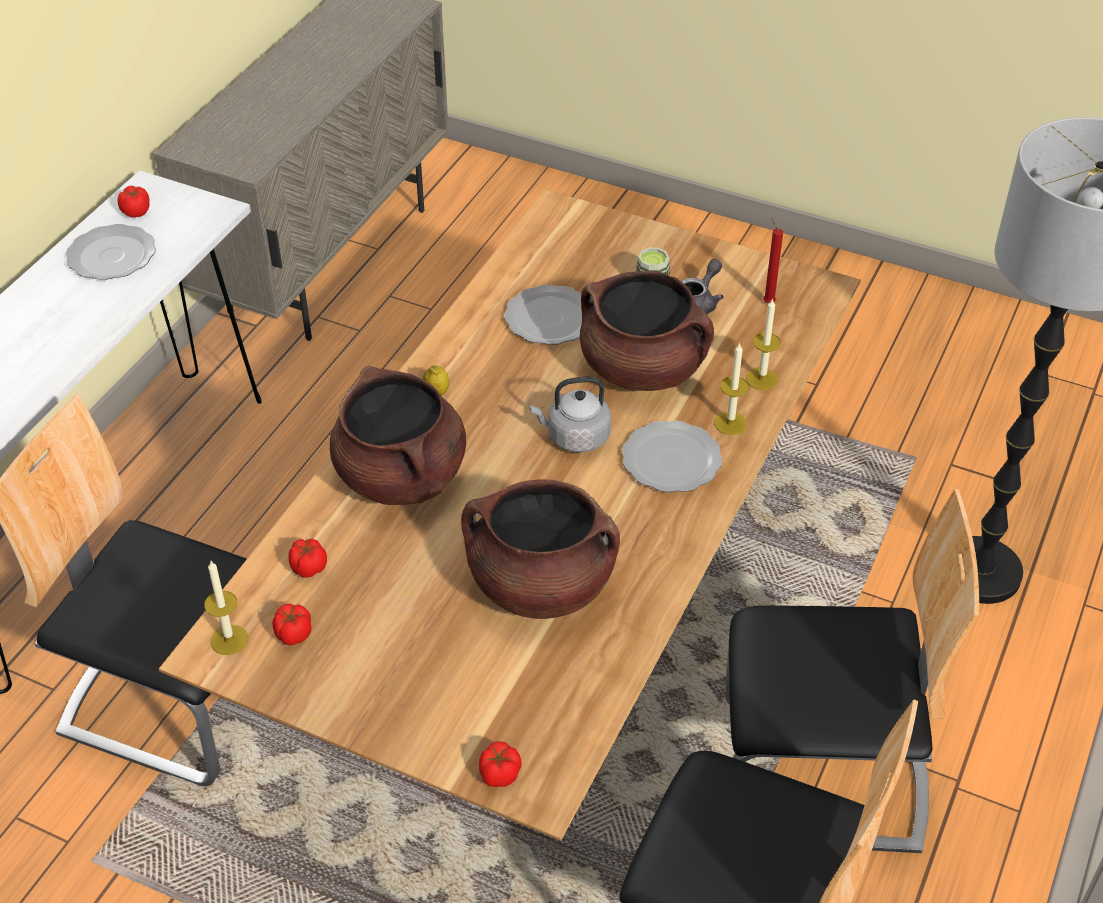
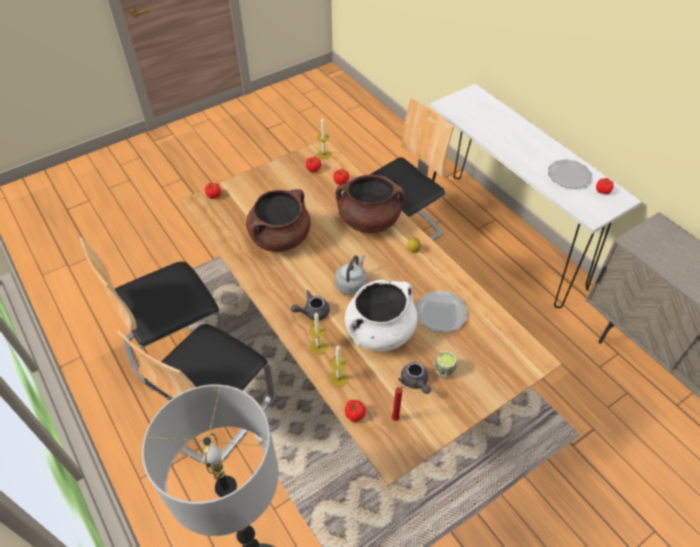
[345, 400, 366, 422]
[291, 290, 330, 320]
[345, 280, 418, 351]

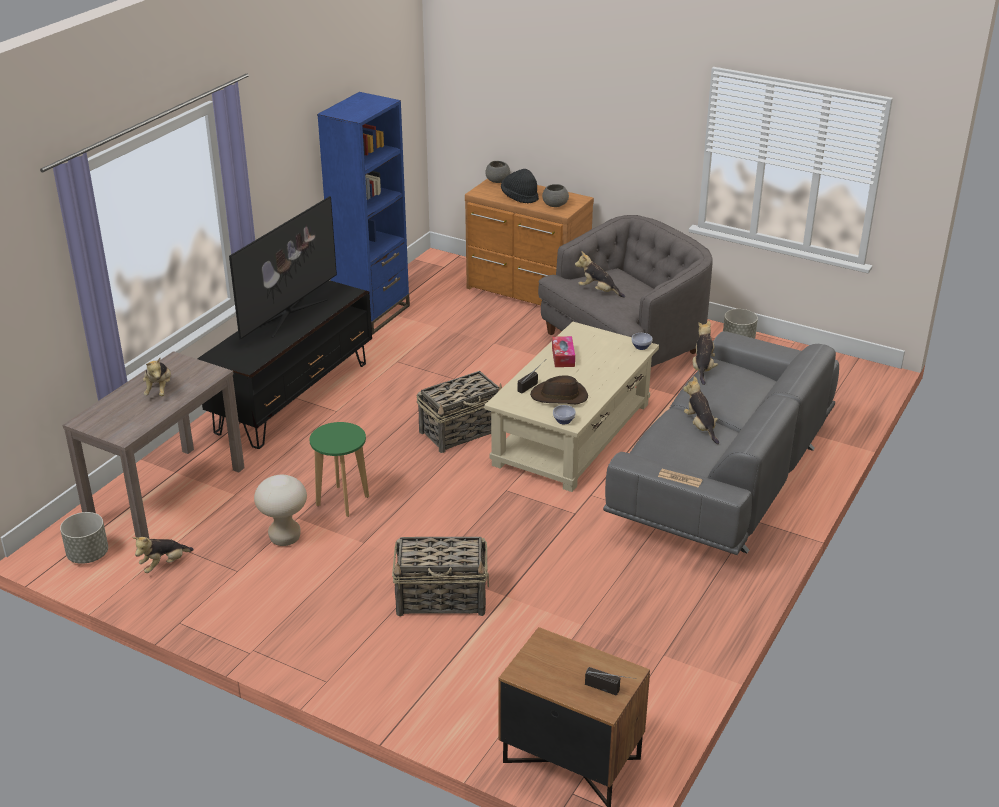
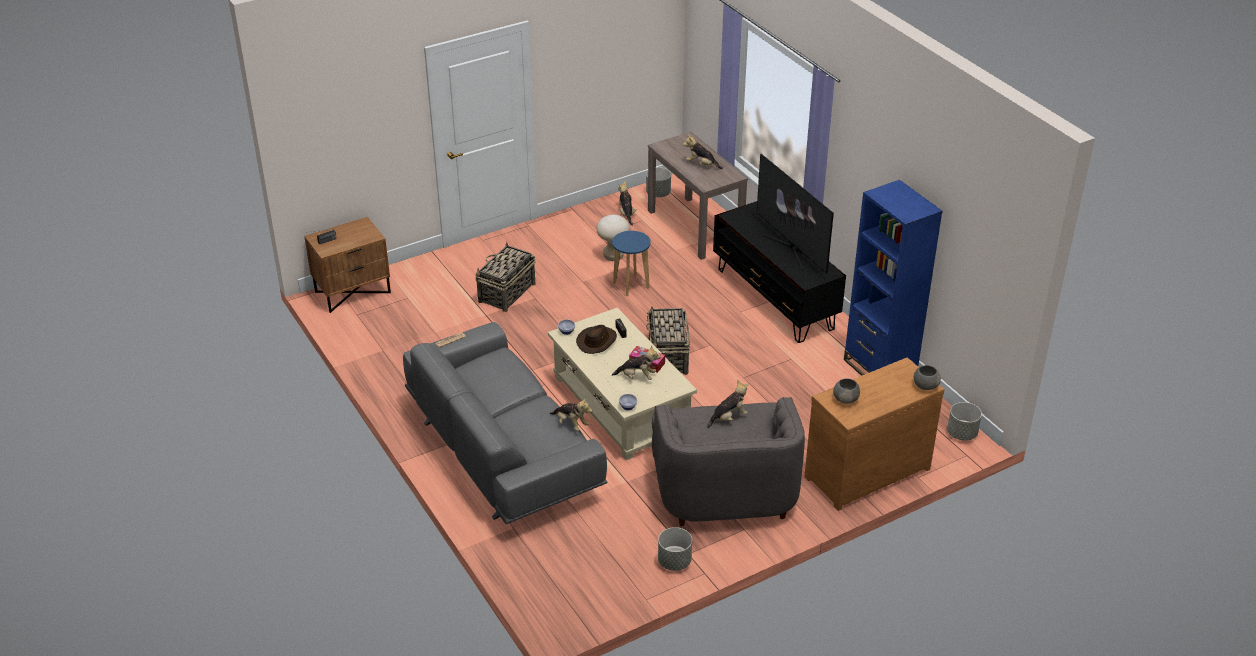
[501, 169, 539, 203] (first image)
[947, 402, 982, 441]
[612, 345, 661, 380]
[612, 231, 651, 296]

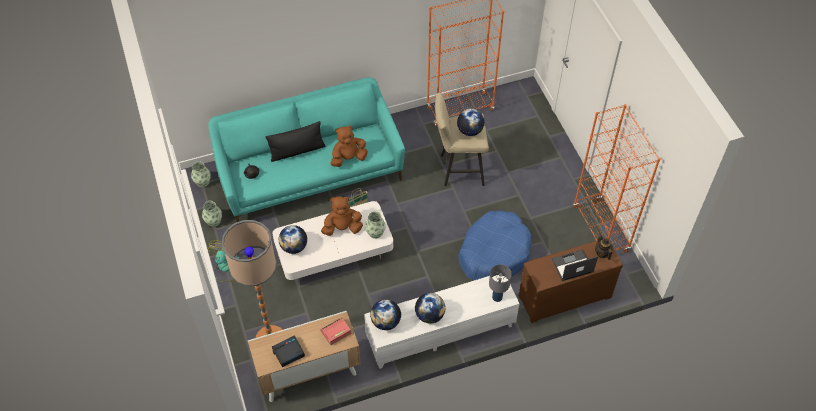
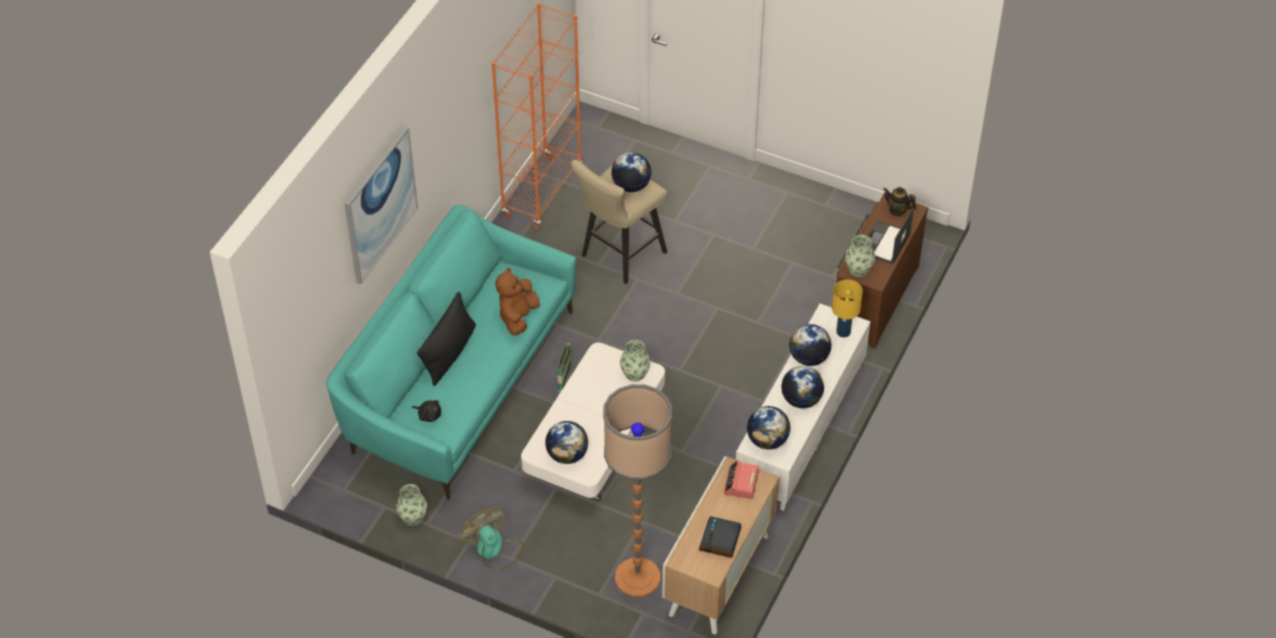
[321, 196, 363, 236] (first image)
[458, 210, 532, 281] (first image)
[573, 104, 660, 252] (first image)
[344, 126, 418, 284]
[789, 324, 832, 366]
[845, 235, 875, 277]
[832, 280, 863, 338]

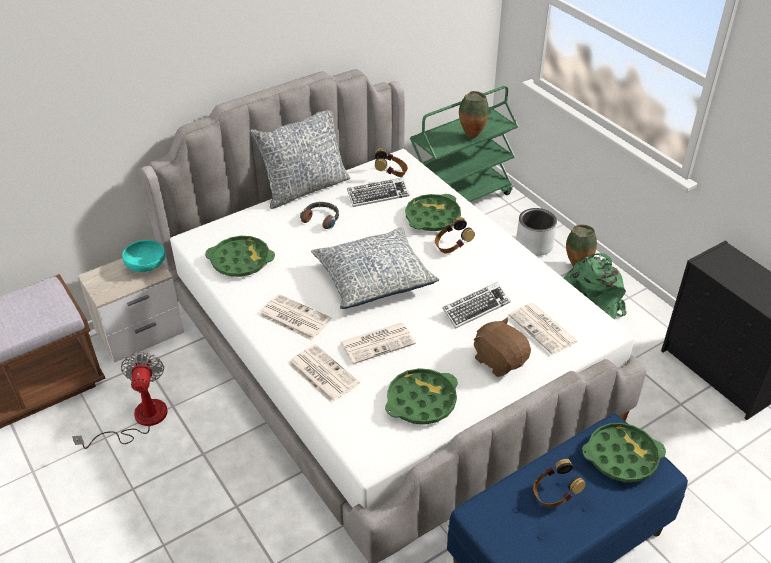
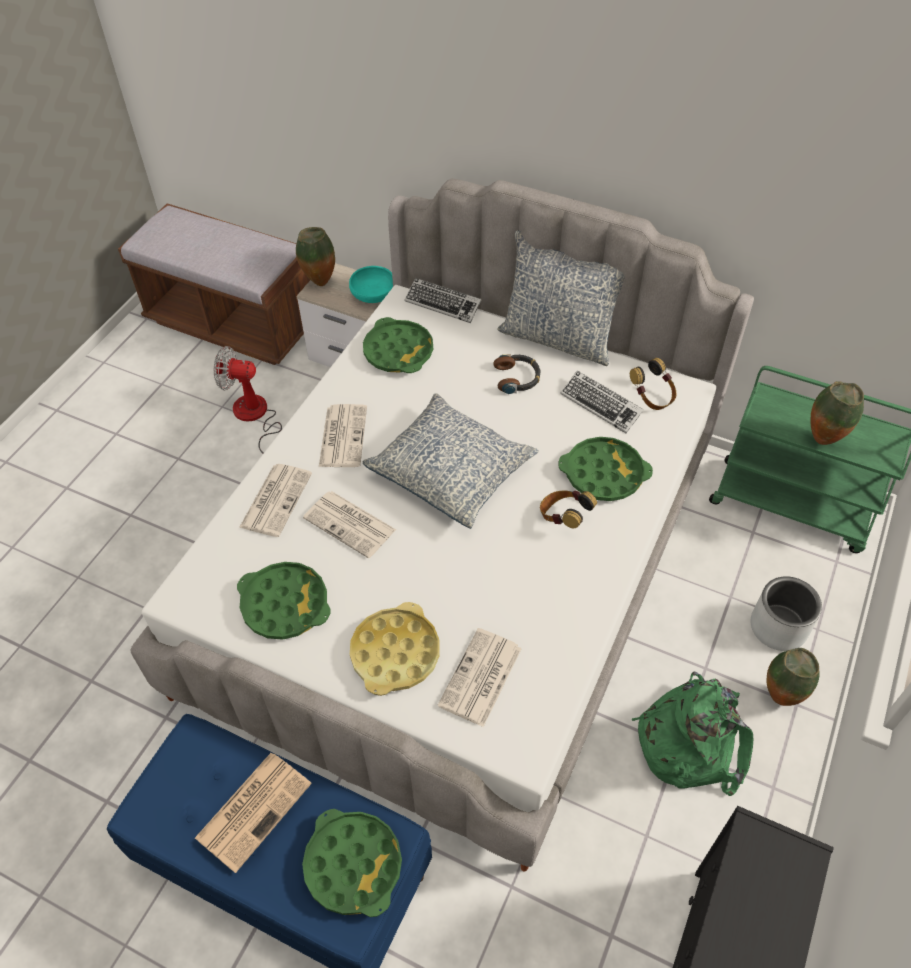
[296, 227, 335, 286]
[404, 278, 481, 323]
[350, 602, 440, 696]
[195, 753, 312, 873]
[214, 346, 282, 453]

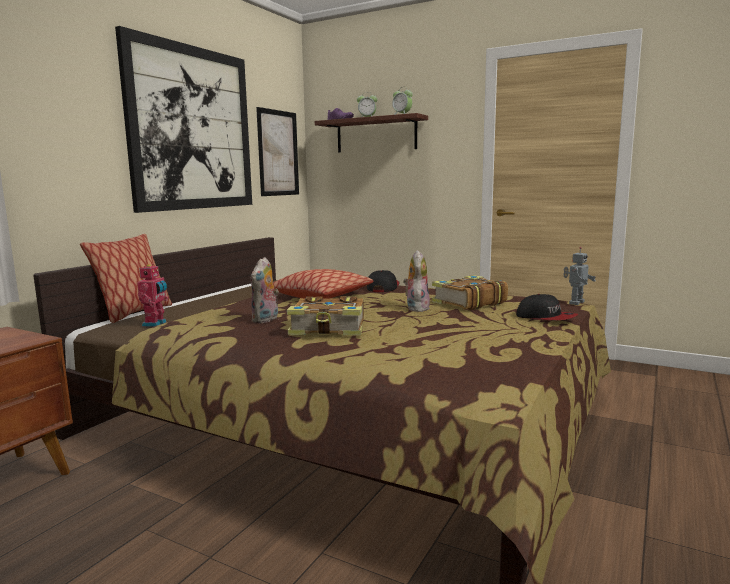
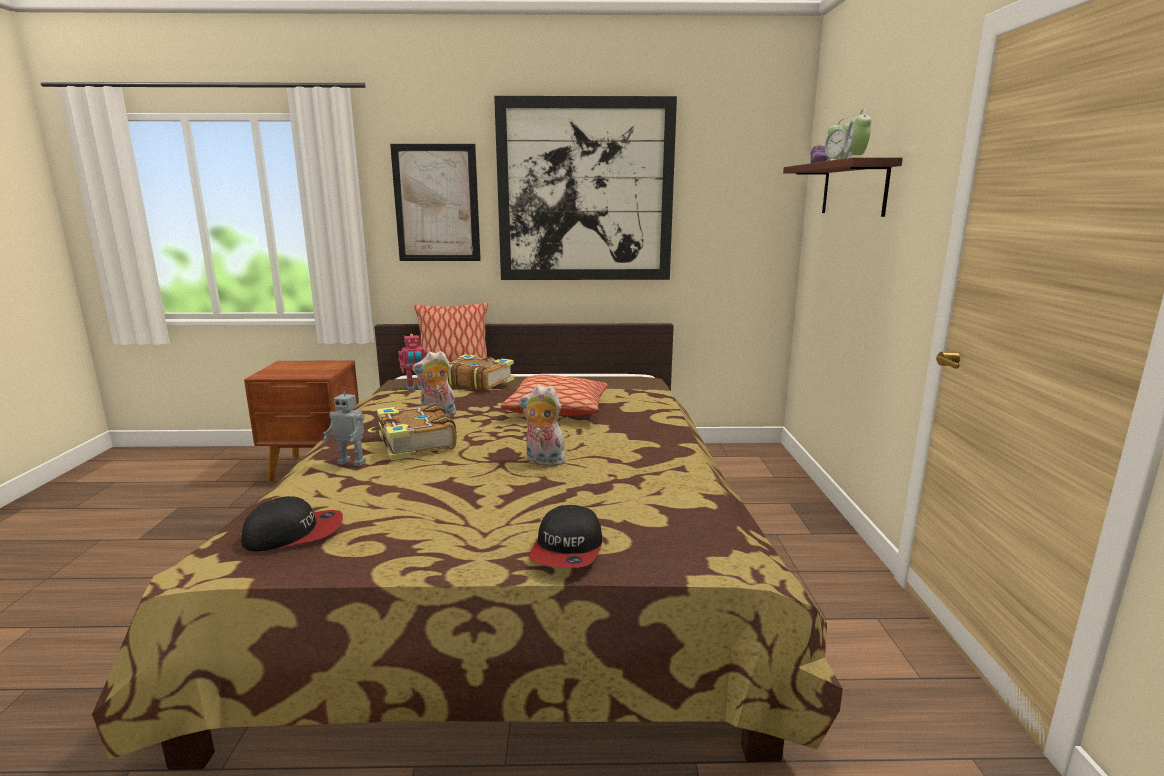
[390, 144, 481, 261]
[241, 496, 343, 551]
[448, 354, 514, 391]
[323, 387, 366, 466]
[520, 385, 566, 466]

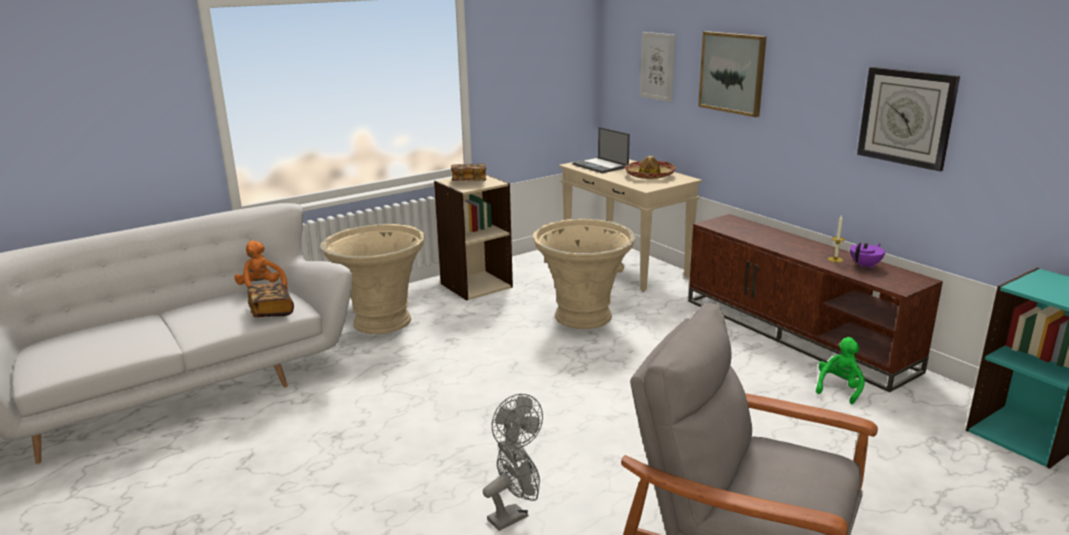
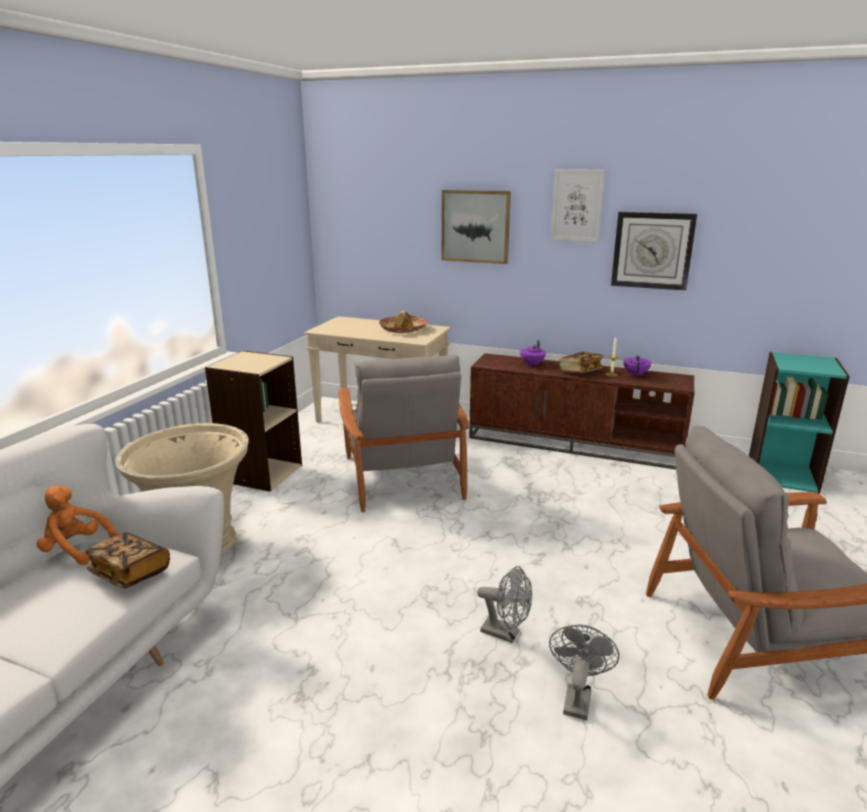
[572, 127, 630, 173] (first image)
[816, 337, 865, 404] (first image)
[520, 340, 546, 366]
[559, 352, 604, 373]
[550, 169, 605, 242]
[339, 355, 469, 512]

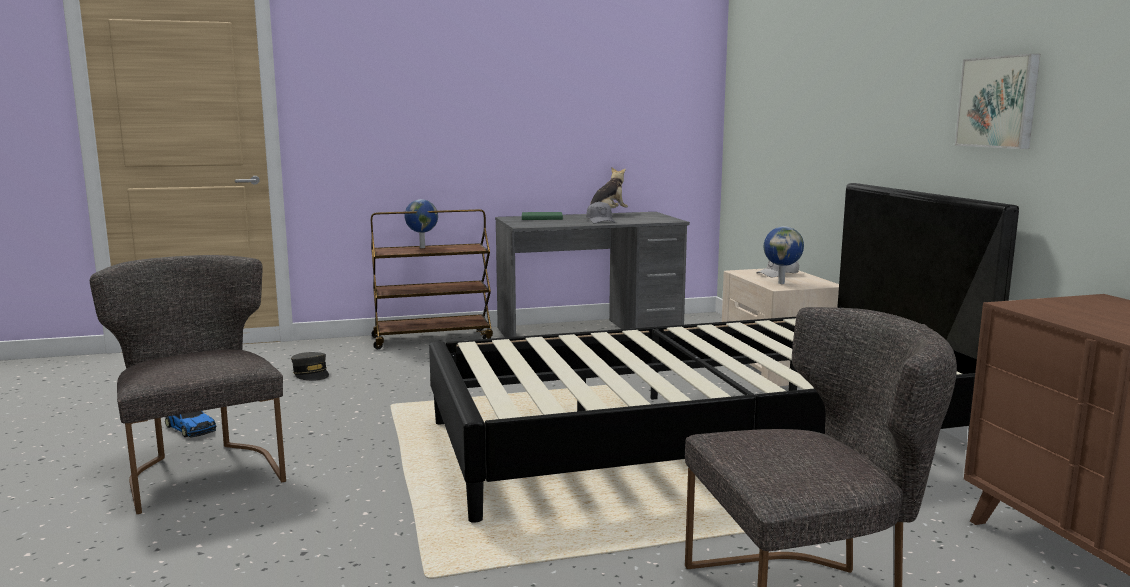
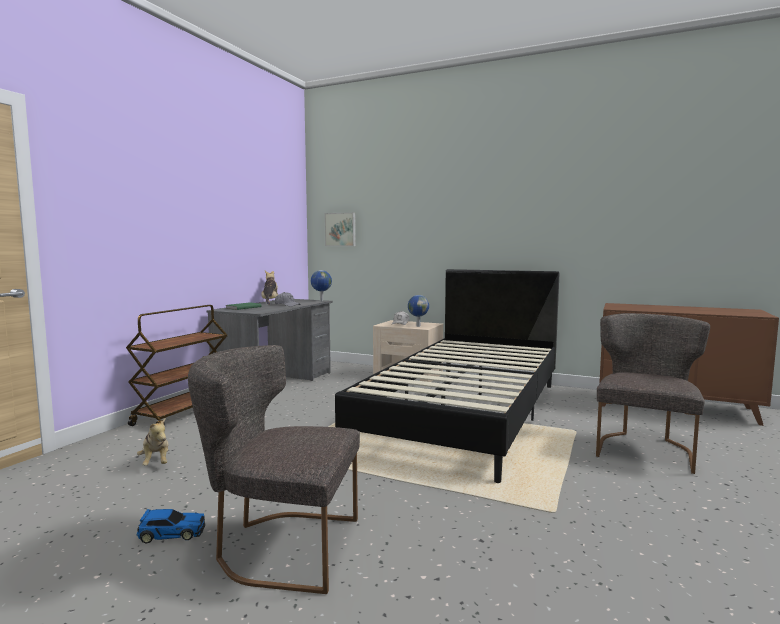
[311, 270, 332, 301]
[324, 212, 356, 246]
[137, 417, 169, 466]

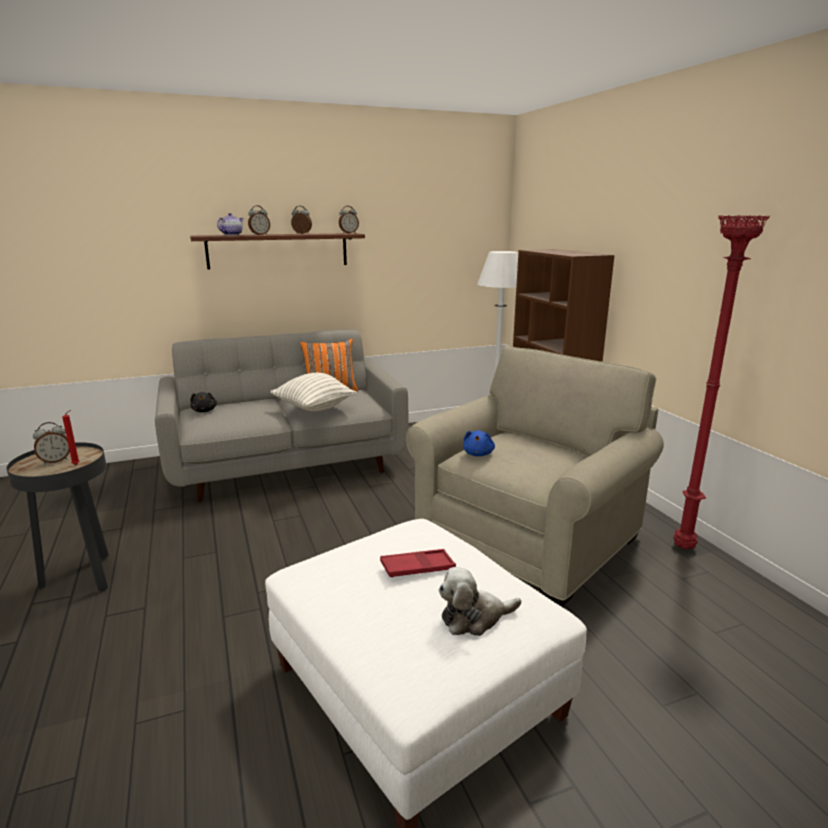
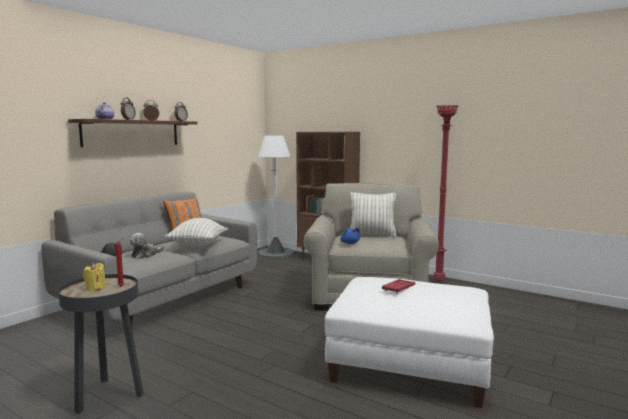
[350, 192, 397, 237]
[130, 233, 164, 259]
[83, 263, 106, 291]

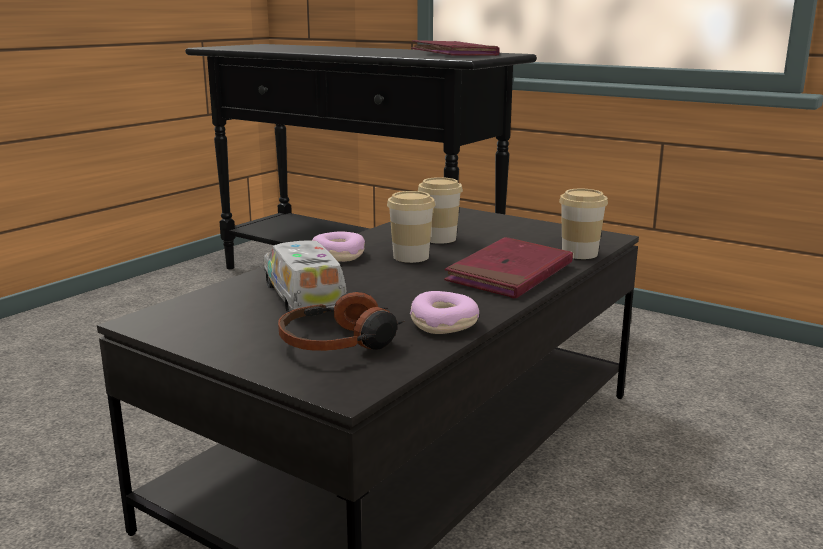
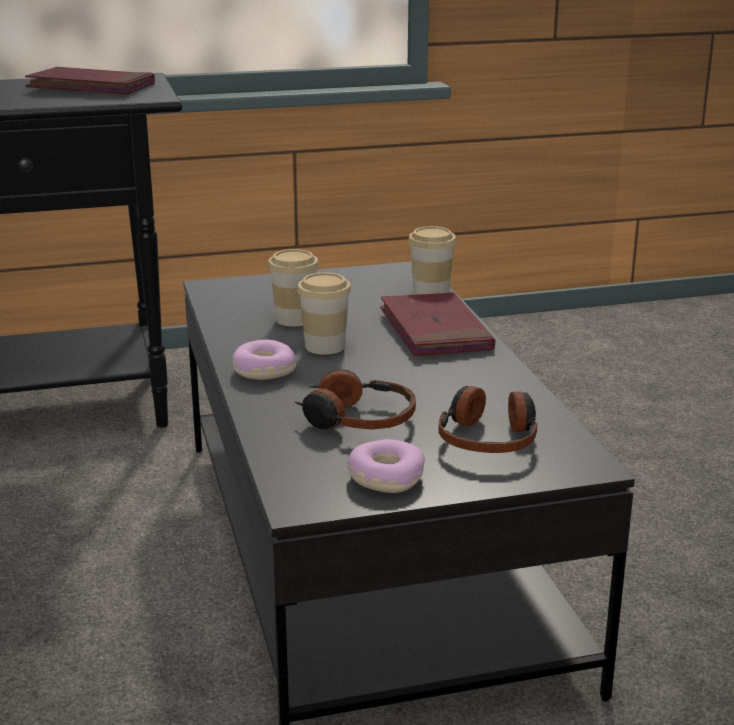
[347, 439, 425, 493]
[295, 369, 416, 429]

